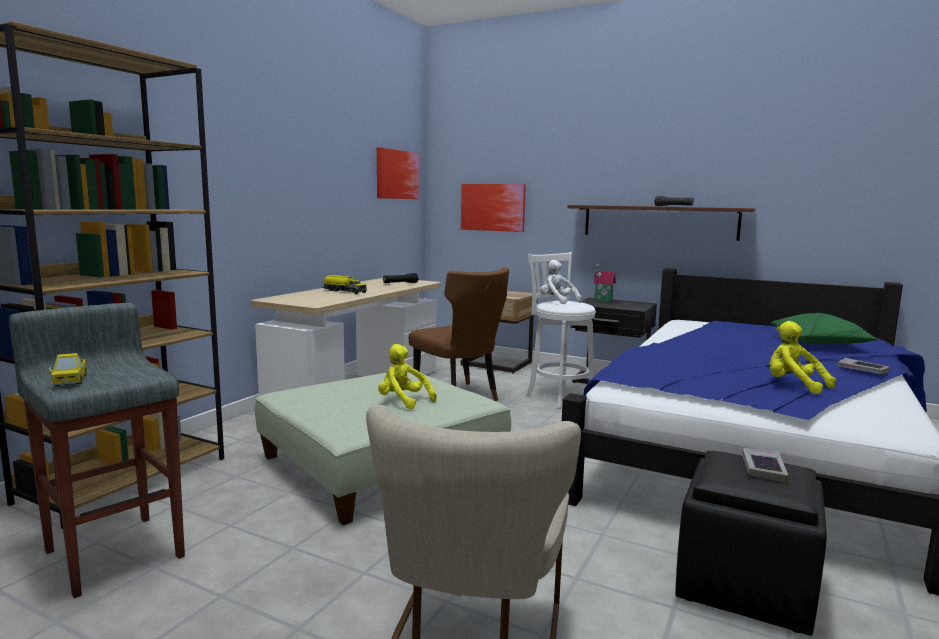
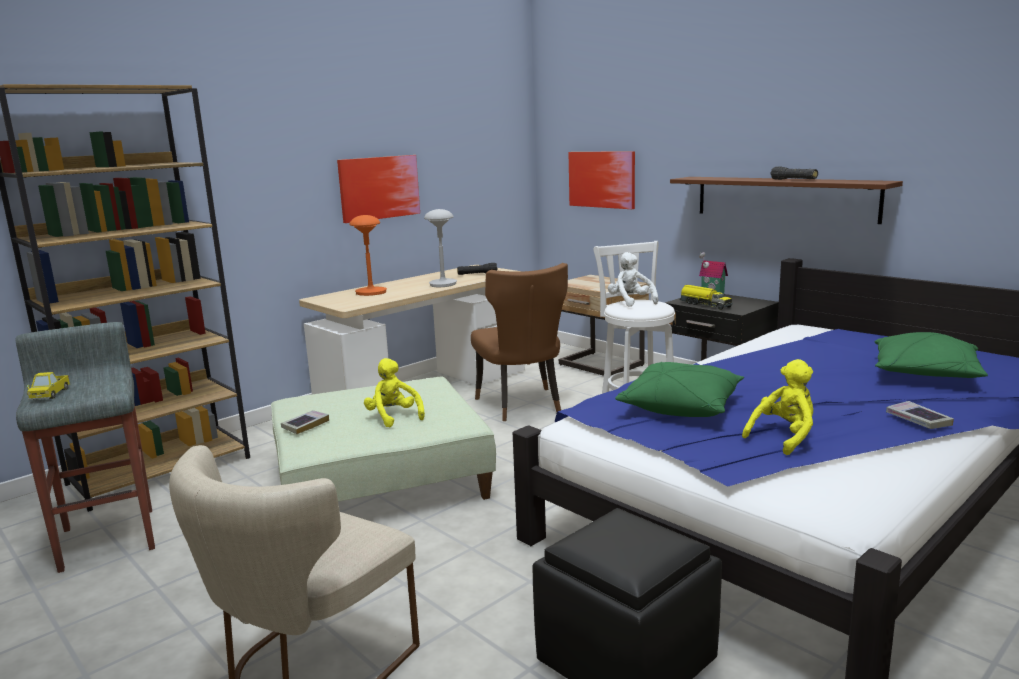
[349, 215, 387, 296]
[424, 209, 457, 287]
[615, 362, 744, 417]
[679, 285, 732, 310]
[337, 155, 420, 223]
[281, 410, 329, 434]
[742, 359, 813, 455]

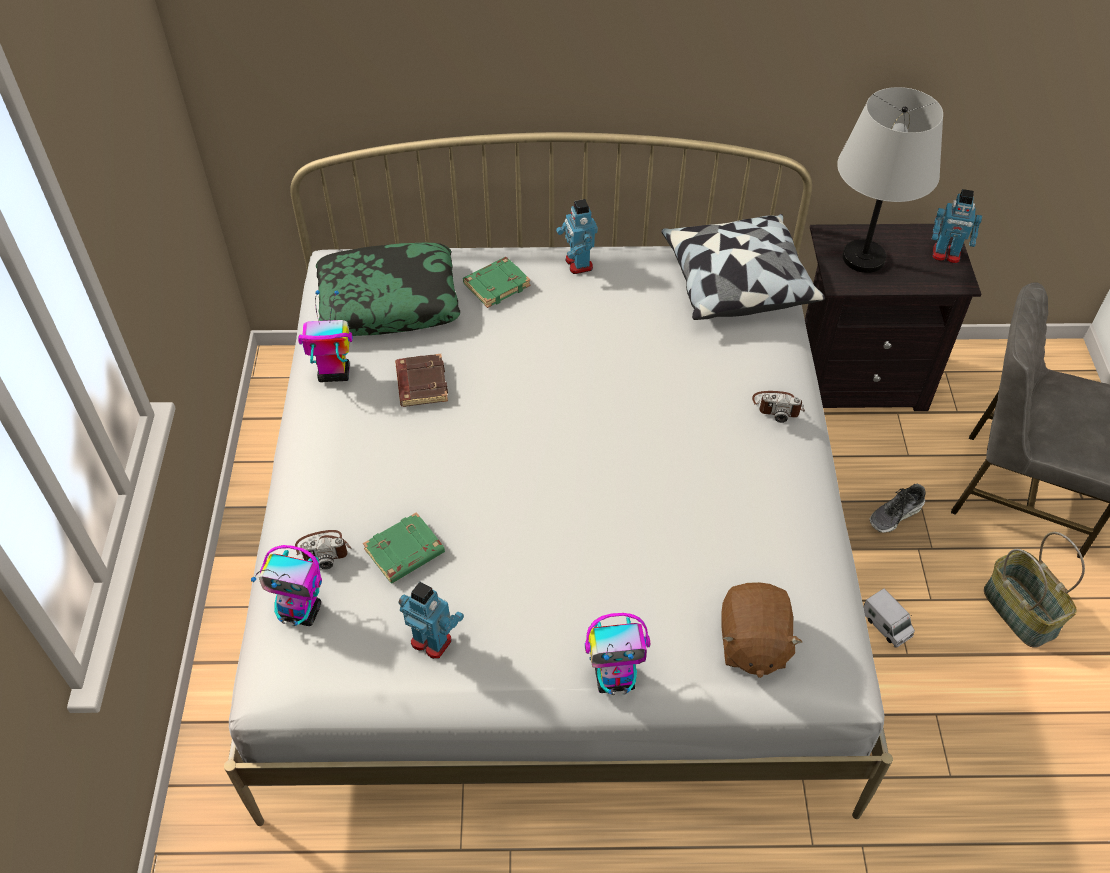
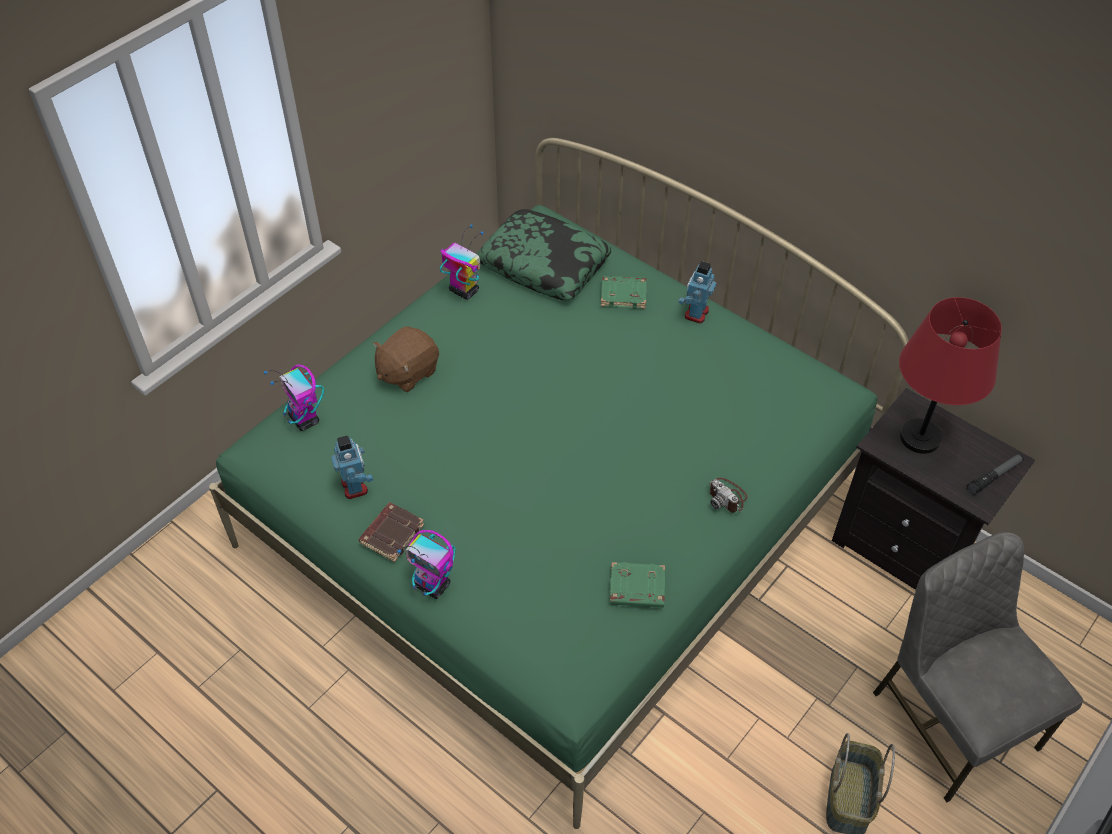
[295, 530, 352, 569] (first image)
[661, 214, 825, 320] (first image)
[863, 588, 915, 648] (first image)
[870, 484, 926, 533] (first image)
[610, 562, 665, 608]
[359, 502, 425, 562]
[373, 326, 439, 392]
[967, 454, 1024, 495]
[209, 138, 909, 829]
[899, 297, 1002, 454]

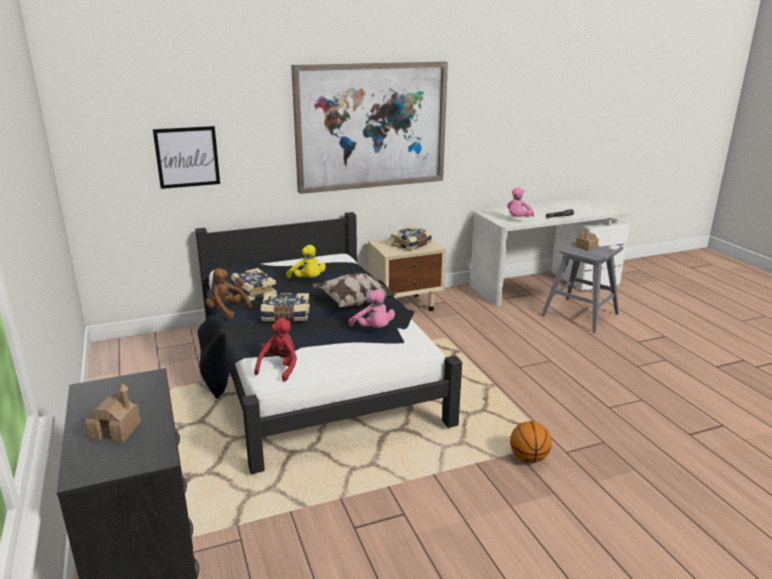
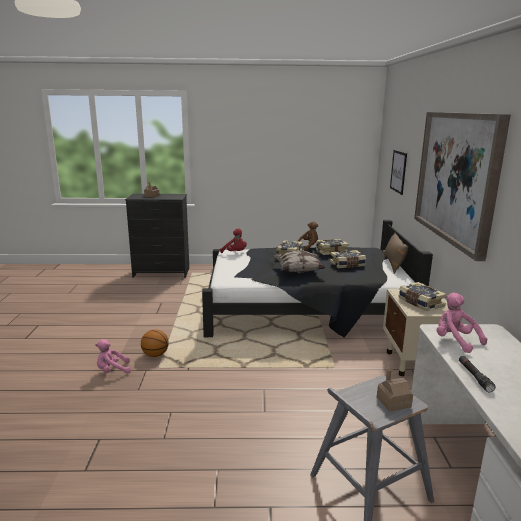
[384, 233, 408, 274]
[95, 339, 131, 374]
[330, 250, 366, 268]

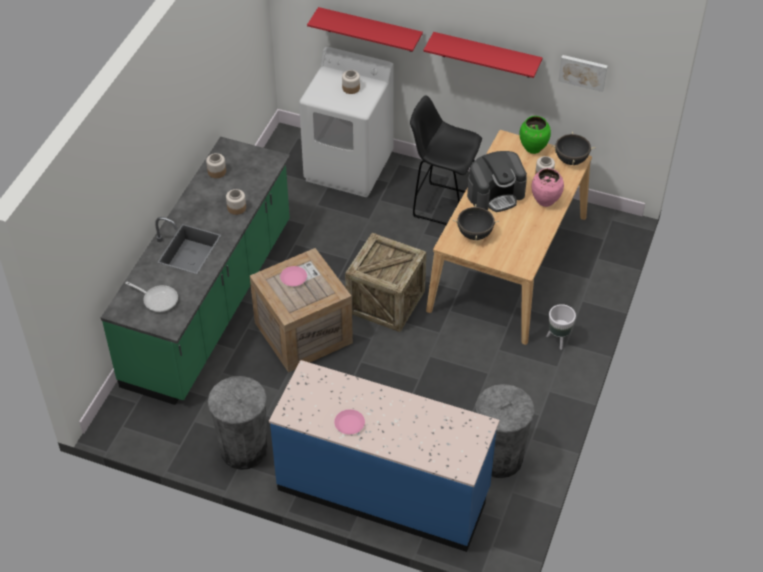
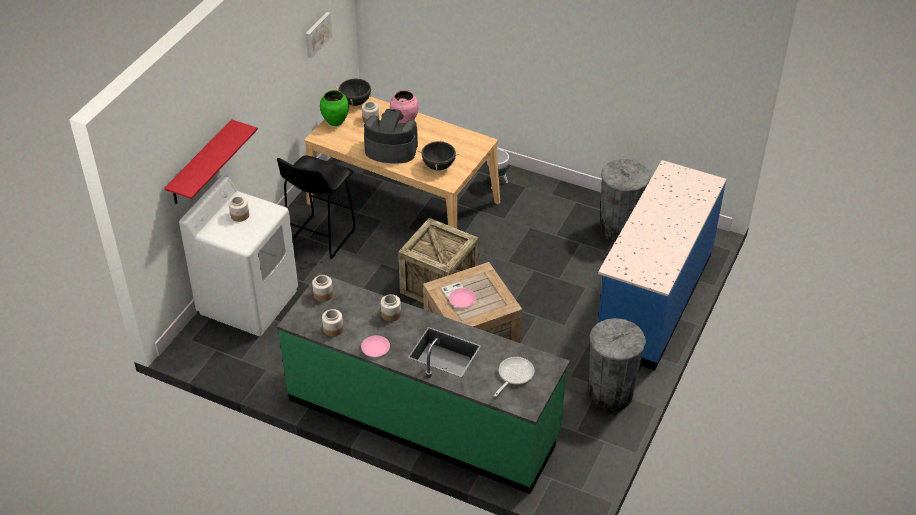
[424, 32, 543, 78] (first image)
[312, 275, 333, 302]
[361, 335, 390, 357]
[364, 109, 418, 164]

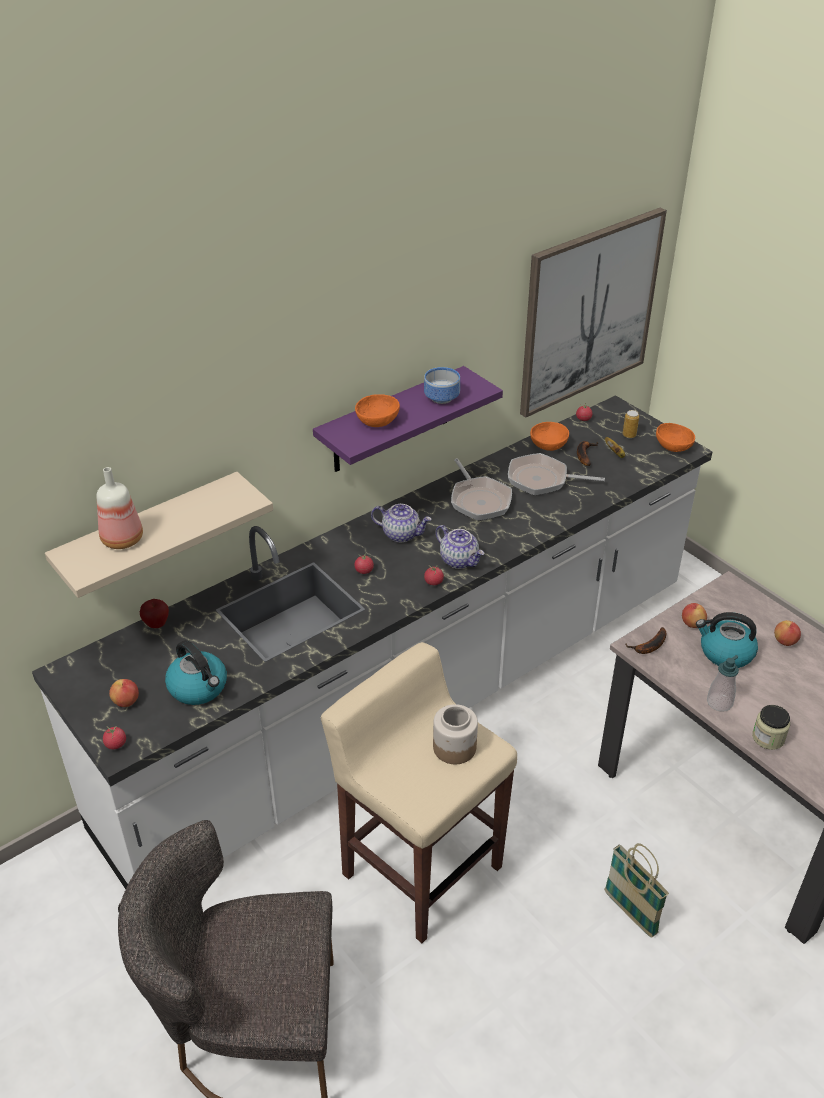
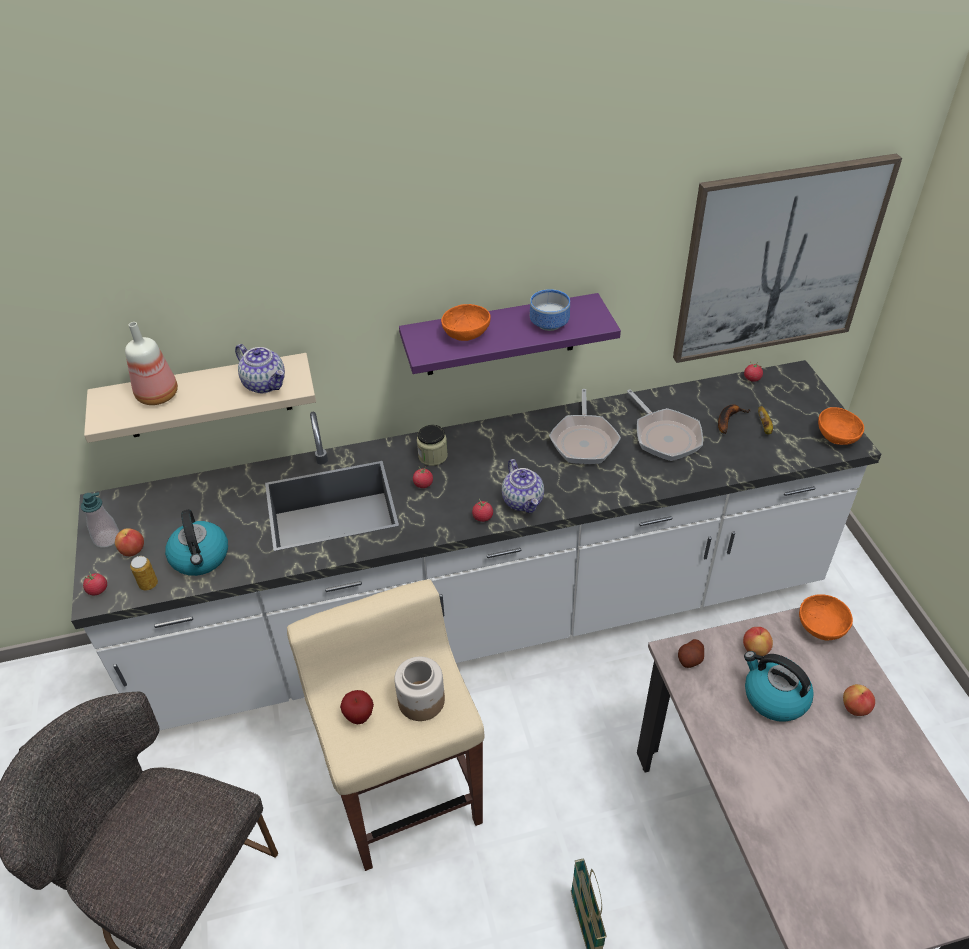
[340, 690, 374, 724]
[235, 344, 285, 393]
[799, 594, 853, 640]
[130, 556, 158, 590]
[81, 492, 119, 548]
[417, 425, 448, 466]
[678, 639, 704, 668]
[627, 389, 703, 461]

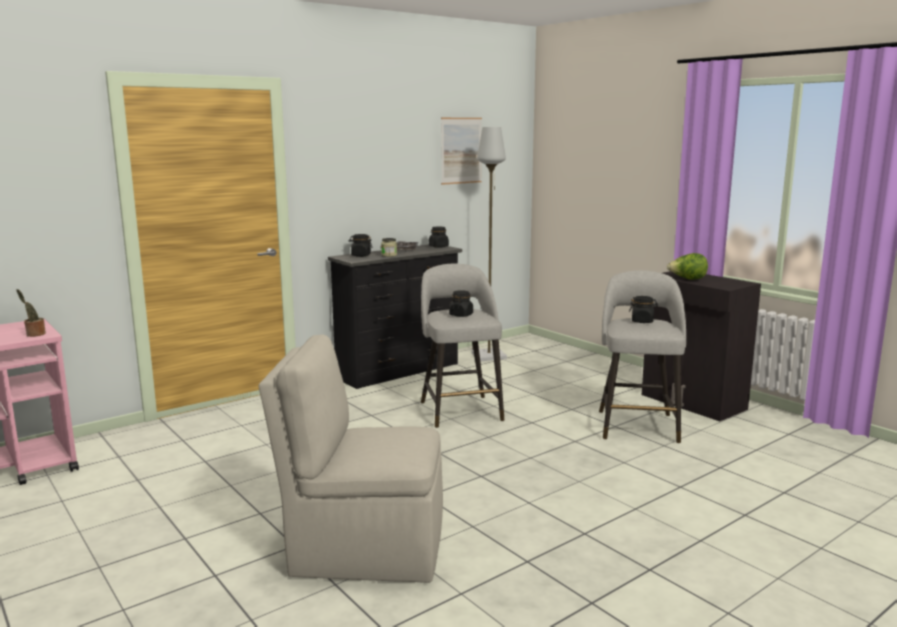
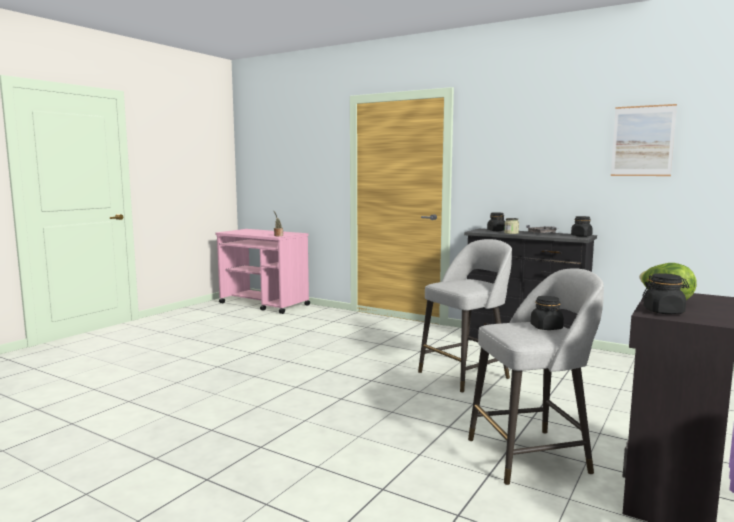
[259, 334, 443, 583] (first image)
[471, 127, 507, 361] (first image)
[643, 273, 689, 314]

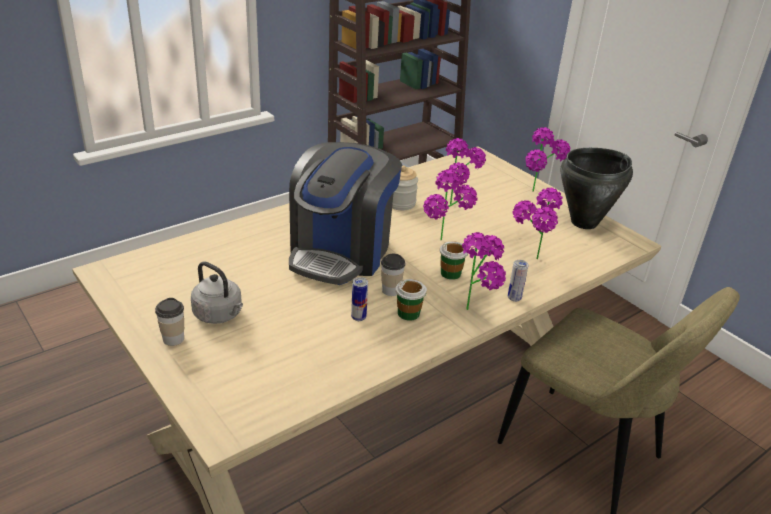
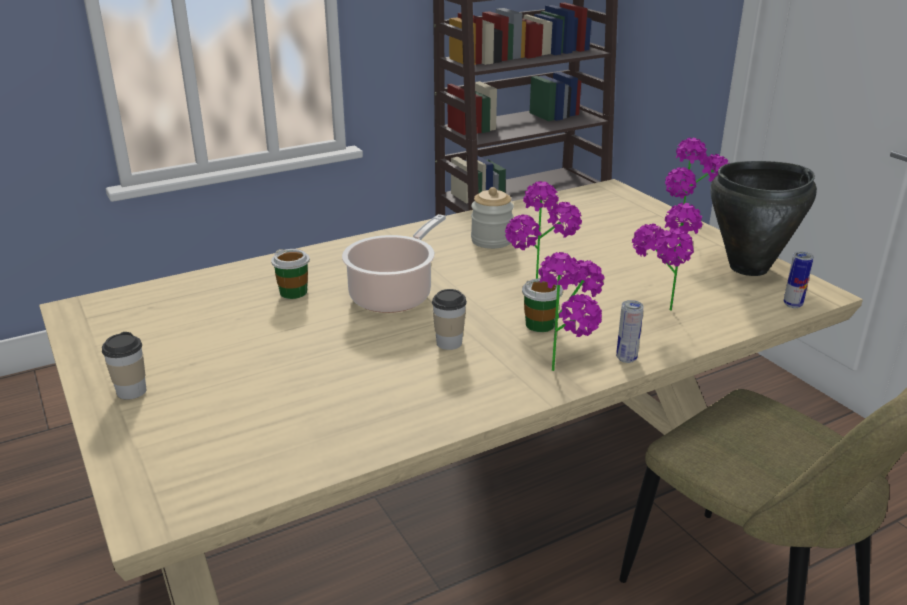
[191, 262, 243, 324] (first image)
[446, 138, 486, 204] (first image)
[784, 251, 814, 308]
[271, 249, 310, 299]
[342, 214, 446, 313]

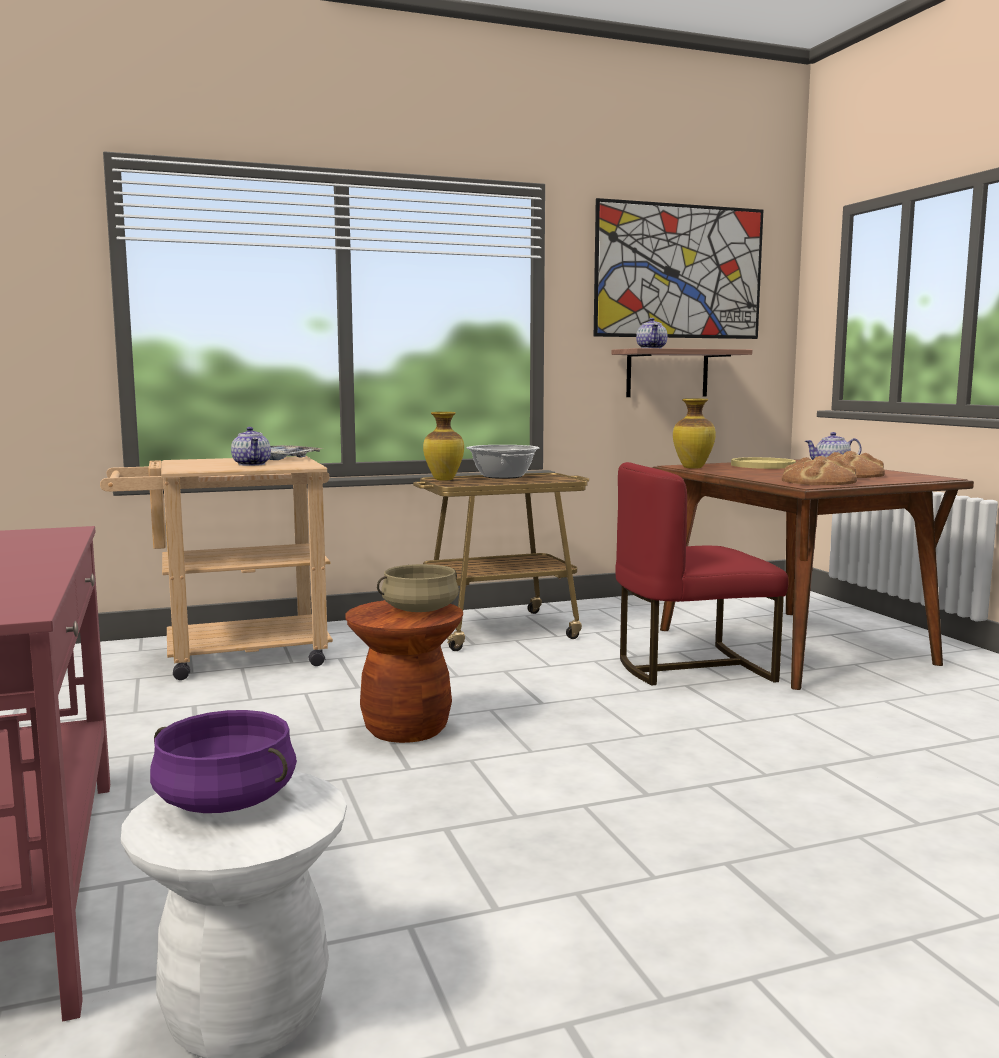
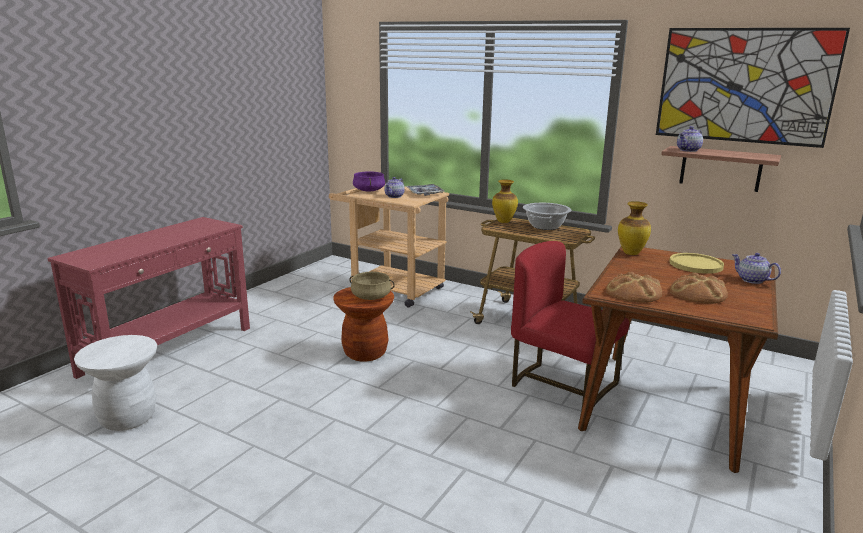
[353, 171, 385, 192]

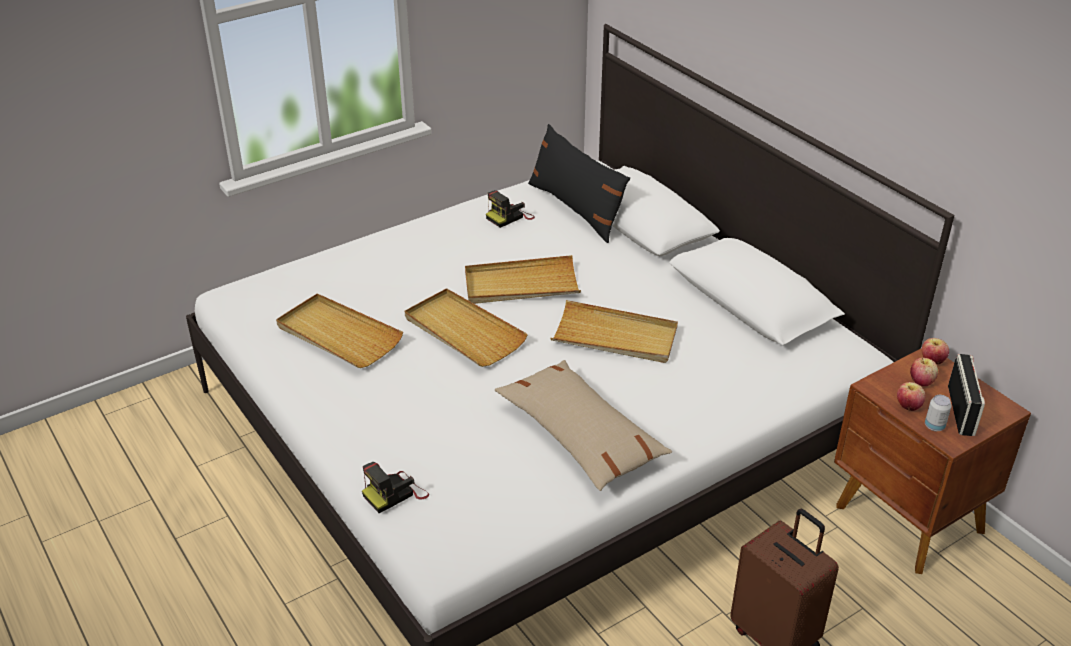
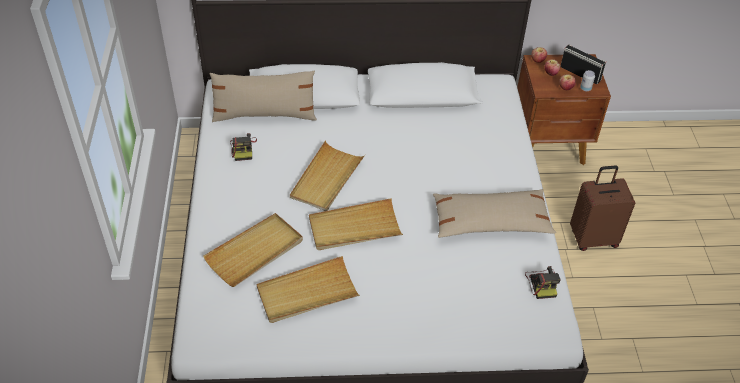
[525, 266, 561, 299]
[203, 213, 303, 287]
[209, 71, 317, 122]

